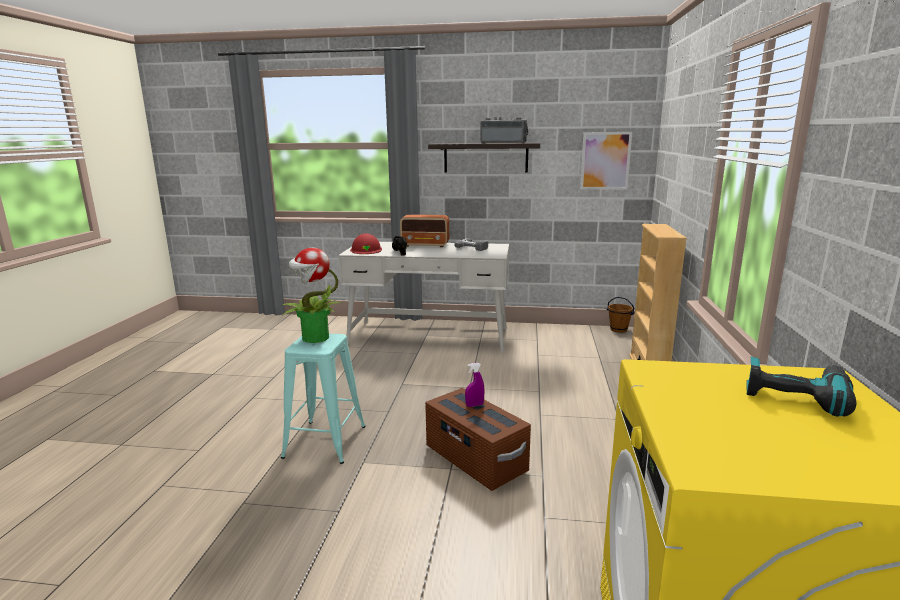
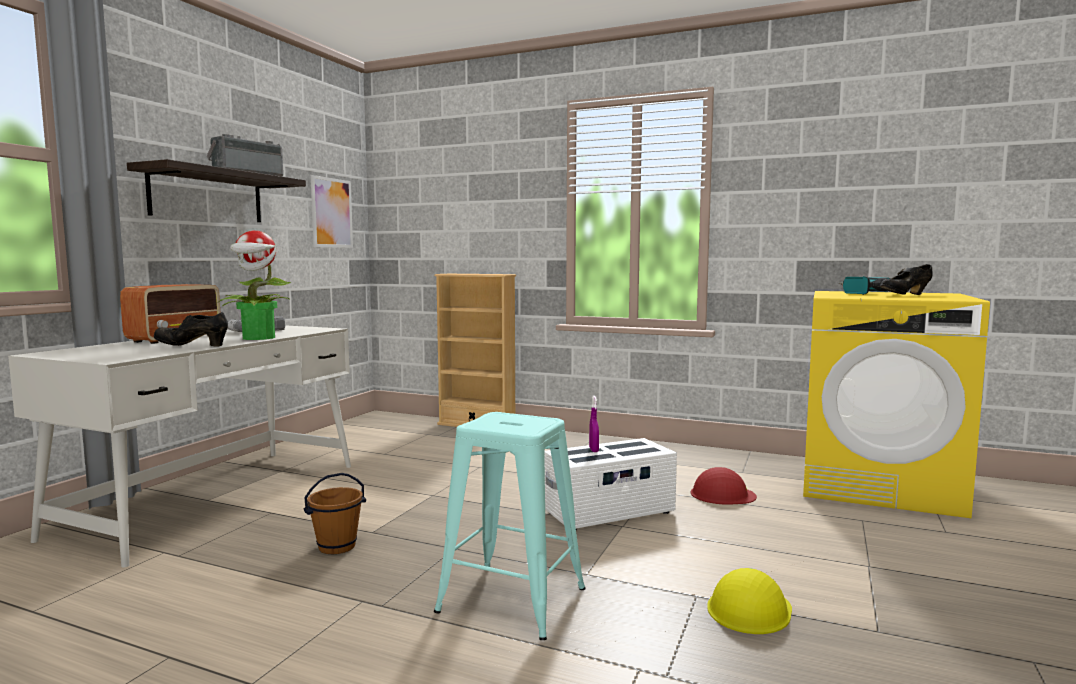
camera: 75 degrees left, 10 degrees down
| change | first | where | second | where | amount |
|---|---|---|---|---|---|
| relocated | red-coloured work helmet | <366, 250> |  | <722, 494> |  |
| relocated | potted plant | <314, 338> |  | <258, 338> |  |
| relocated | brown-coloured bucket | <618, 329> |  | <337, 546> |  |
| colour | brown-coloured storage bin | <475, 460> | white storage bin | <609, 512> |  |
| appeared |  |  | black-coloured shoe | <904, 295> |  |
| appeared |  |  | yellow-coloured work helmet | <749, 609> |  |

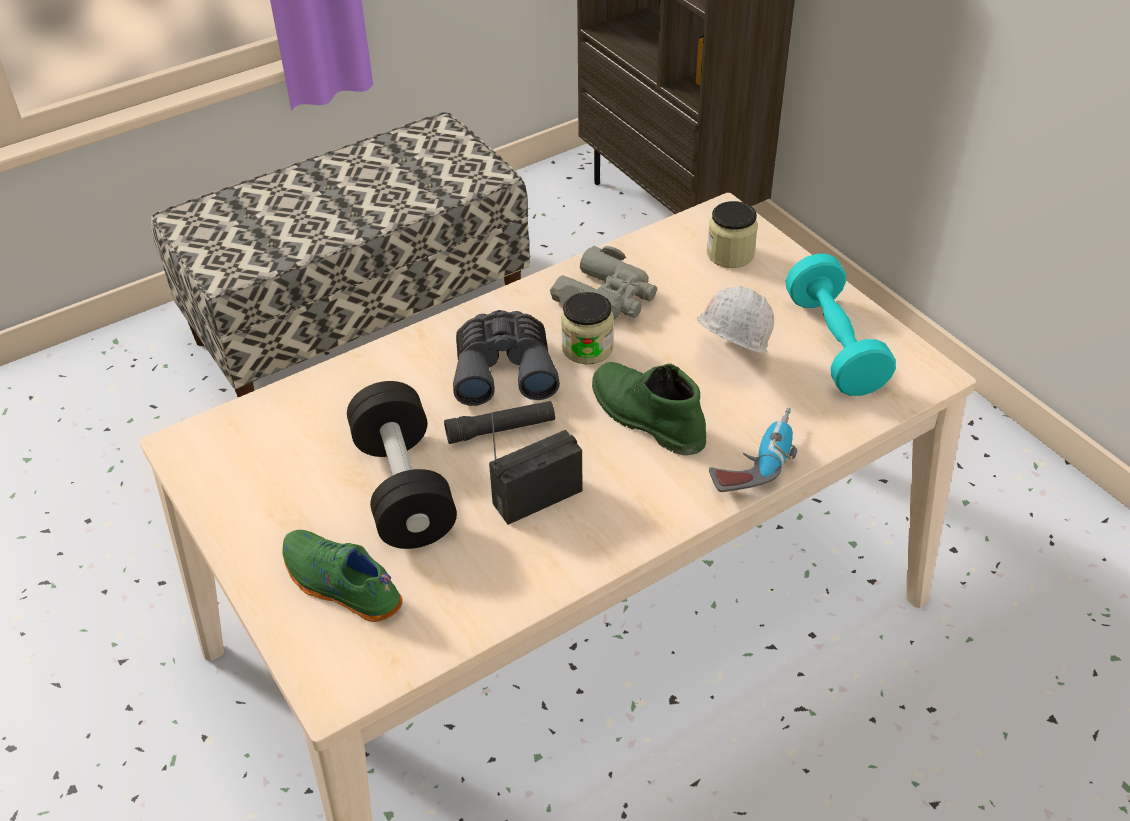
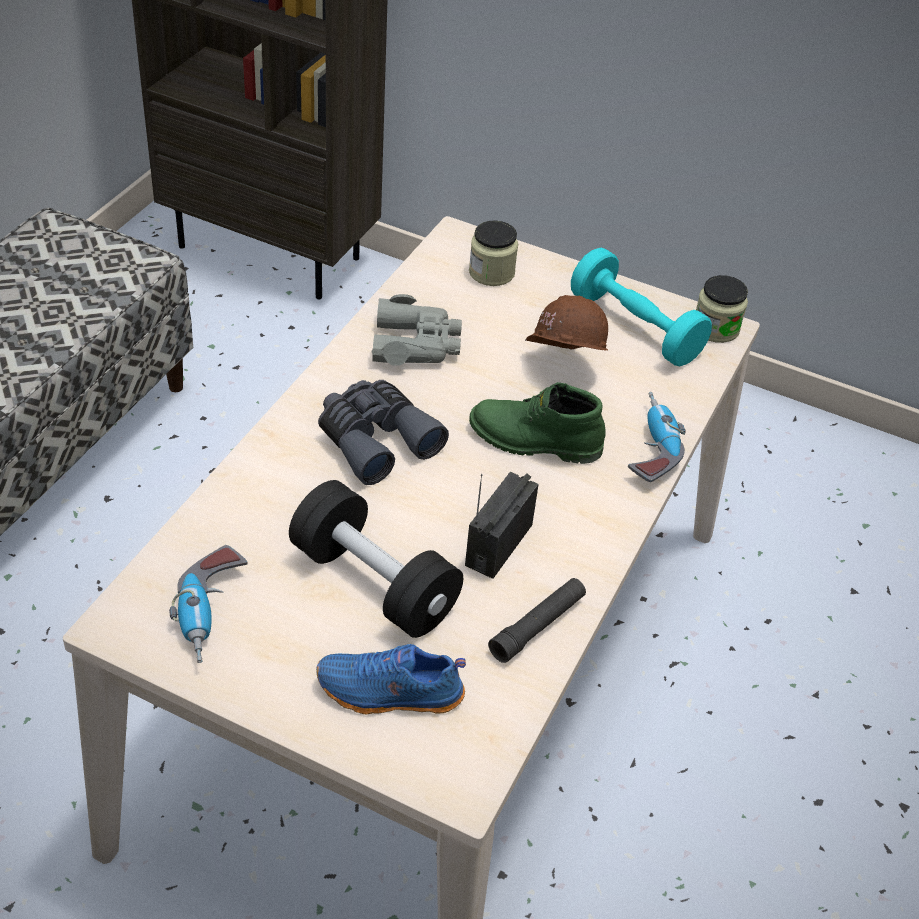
camera: 35 degrees left, 0 degrees up
| change | first | where | second | where | amount |
|---|---|---|---|---|---|
| colour | white work helmet | <728, 360> | brown-coloured work helmet | <562, 367> |  |
| relocated | jar | <587, 348> |  | <715, 328> |  |
| relocated | black-coloured hand torch | <501, 429> |  | <537, 626> |  |
| colour | greenish shoe | <340, 586> | bluish shoe | <389, 694> |  |
| appeared |  |  | power drill | <212, 613> |  |

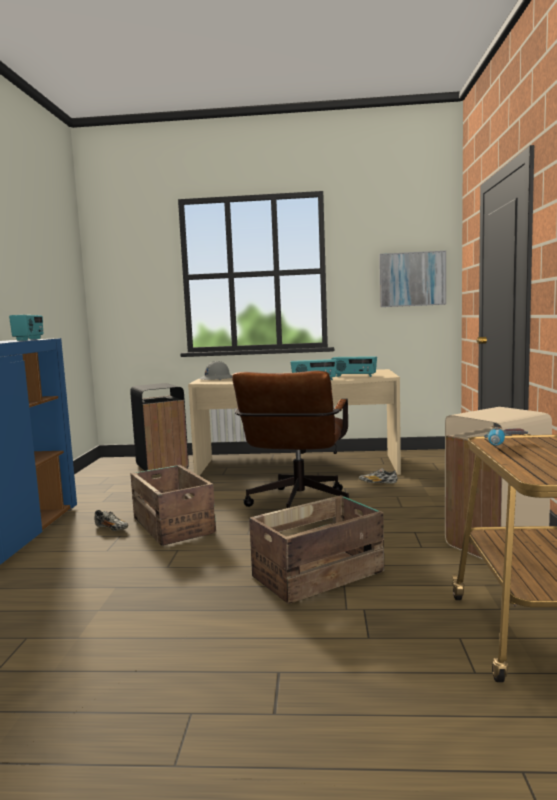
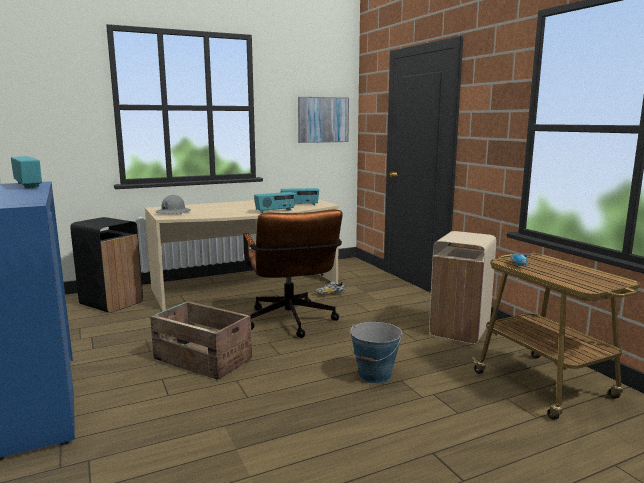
camera: 30 degrees left, 5 degrees up
| change | first | where | second | where | amount |
|---|---|---|---|---|---|
| exchanged | packing crate | <320, 574> | bucket | <375, 375> |  |
| missing | shoe | <112, 529> |  |  |  |

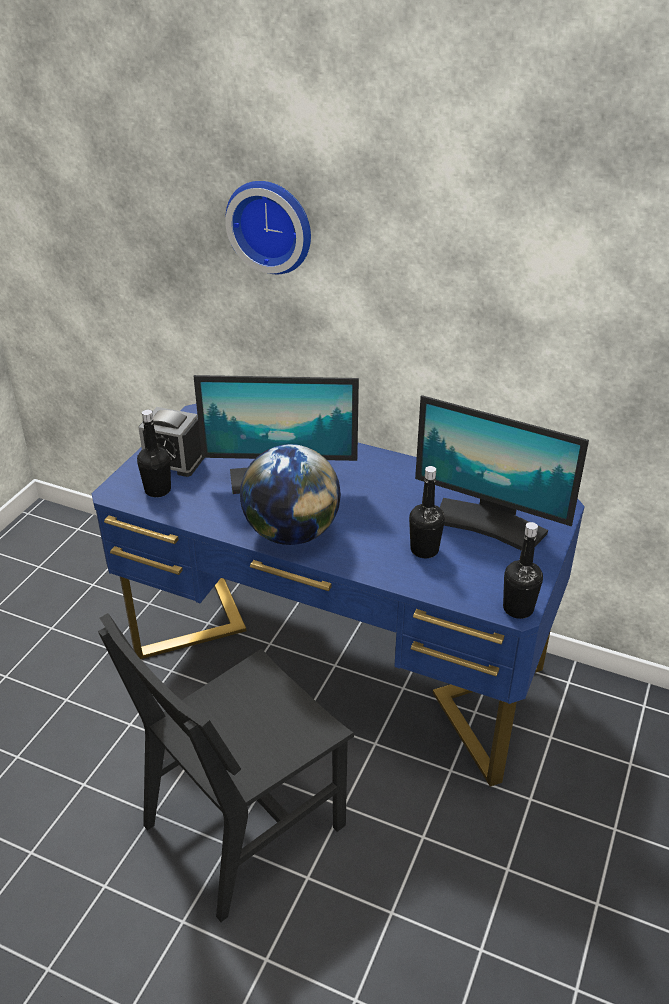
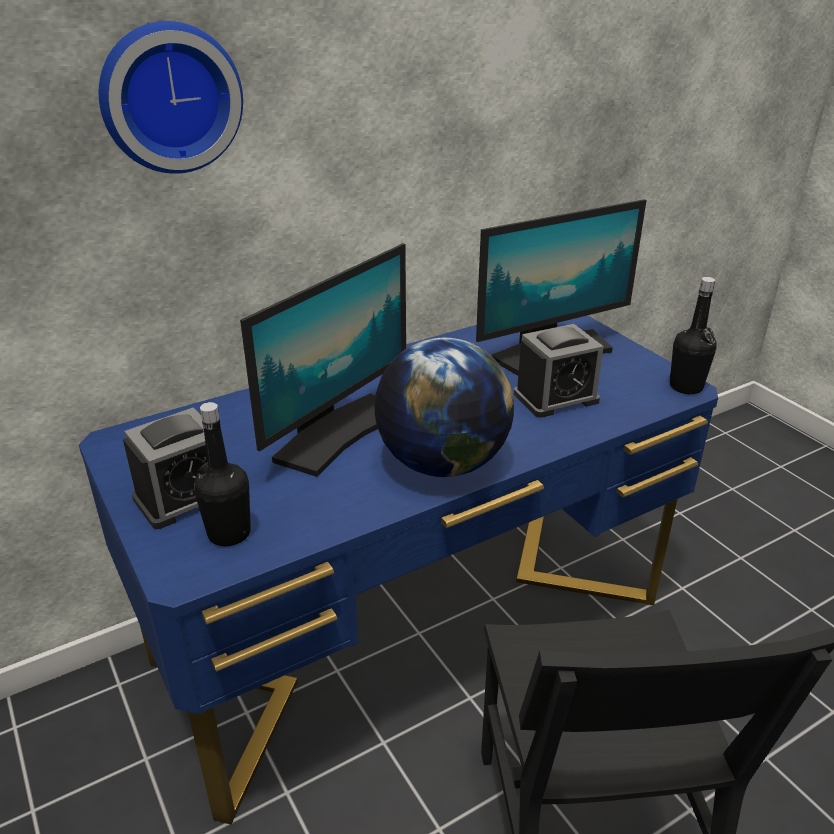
camera: 55 degrees left, 5 degrees down
| change | first | where | second | where | amount |
|---|---|---|---|---|---|
| exchanged | black-coloured drink bottle | <424, 550> | table clock | <556, 397> |  |

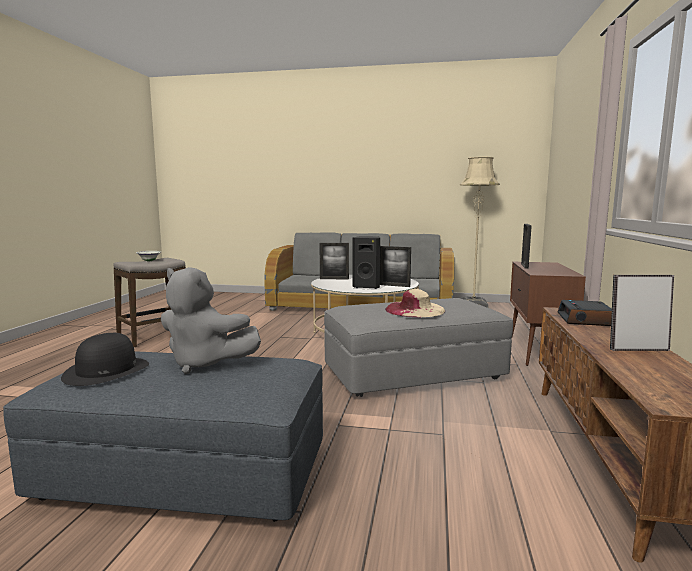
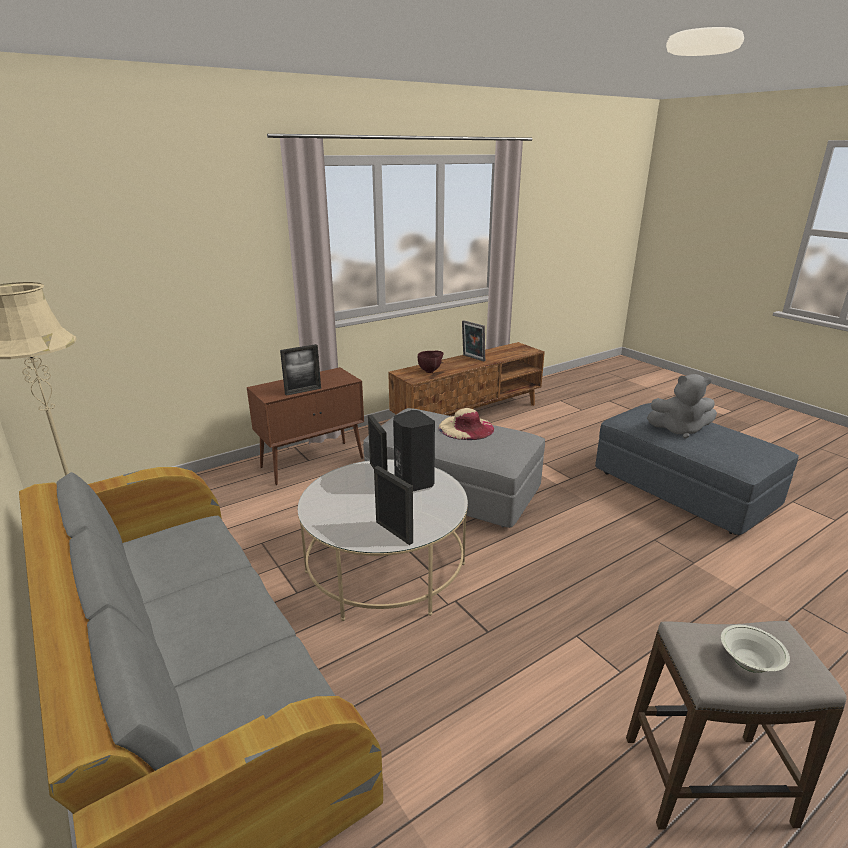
camera: 135 degrees left, 15 degrees up
| change | first | where | second | where | amount |
|---|---|---|---|---|---|
| spun | greyish soft toy | <205, 363> |  | <679, 430> | 120 degrees clockwise |
| exchanged | table clock | <586, 320> | brown-coloured deep dish | <430, 371> |  |
| missing | black-coloured clothing hat | <106, 371> |  |  |  |

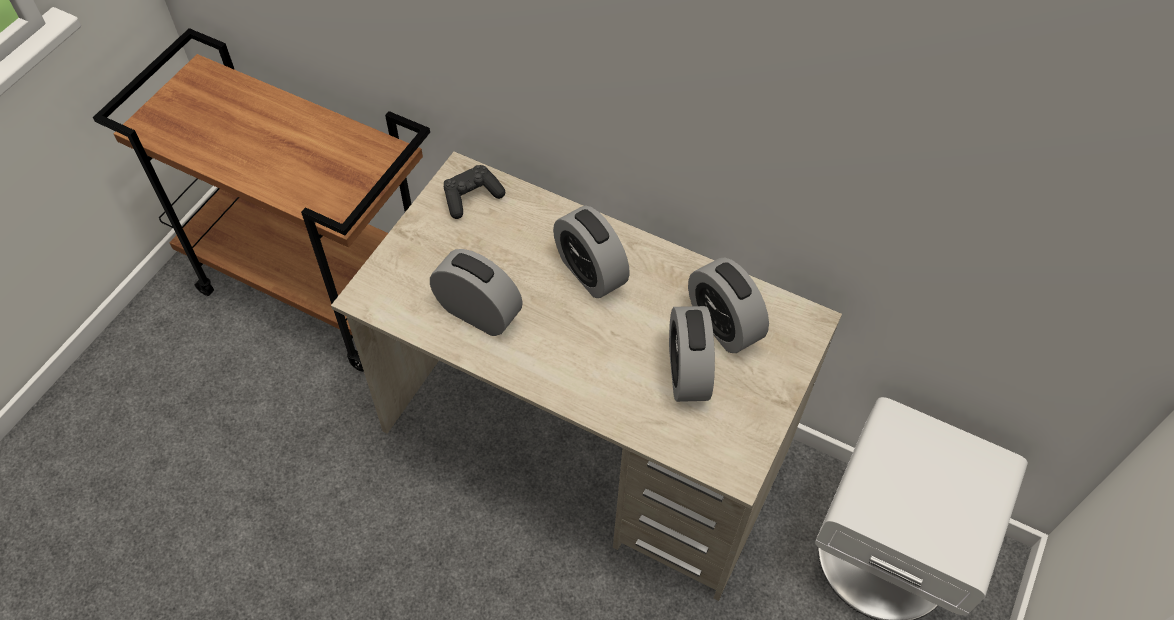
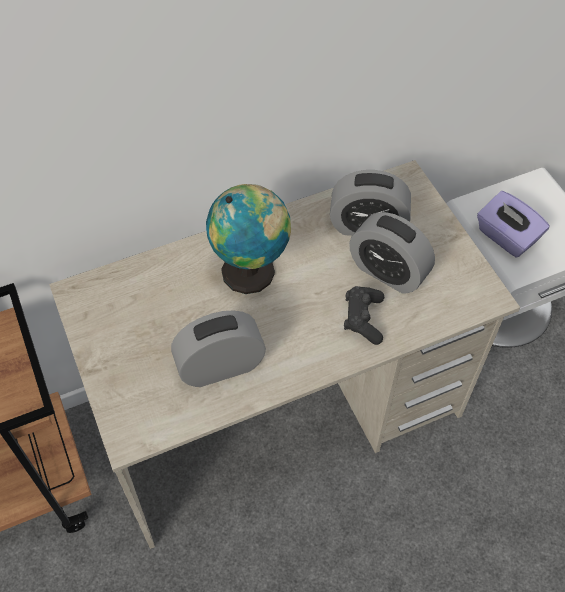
camera: 50 degrees left, 0 degrees up
| change | first | where | second | where | amount |
|---|---|---|---|---|---|
| relocated | black-coloured game controller | <471, 197> |  | <363, 319> |  |
| exchanged | table clock | <590, 272> | desk globe | <252, 271> |  |
| appeared |  |  | purple tissue holder | <506, 237> |  |

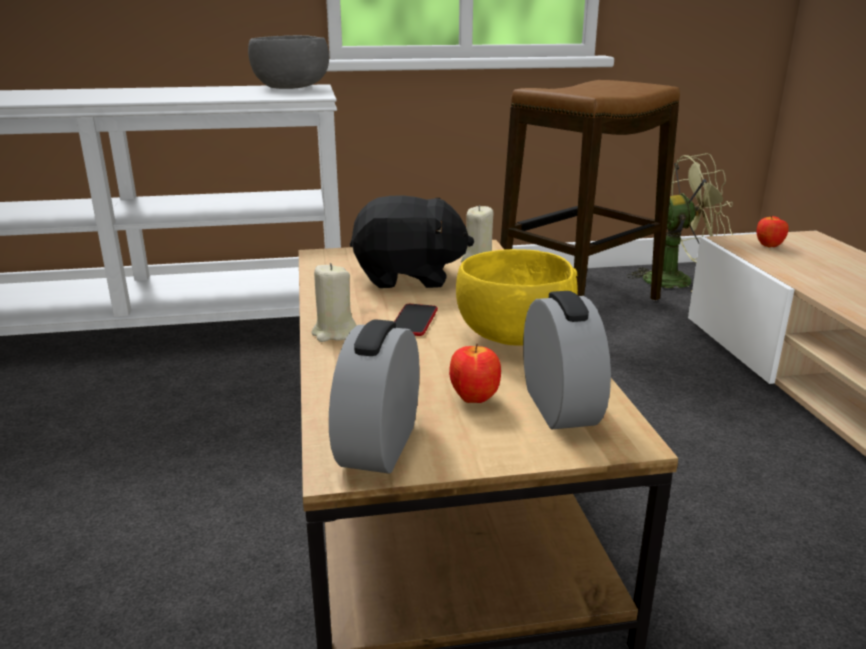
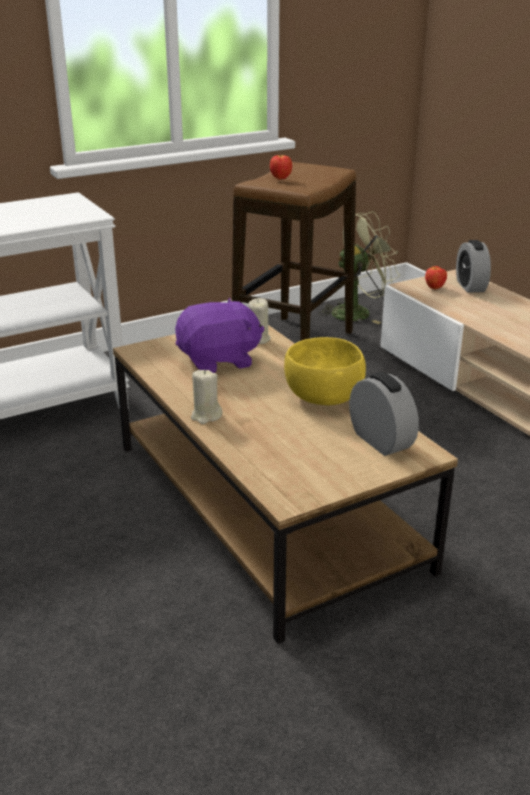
camera: 20 degrees left, 5 degrees up
| change | first | where | second | where | amount |
|---|---|---|---|---|---|
| missing | greyish deep dish | <292, 88> |  |  |  |
| colour | black-coloured soft toy | <409, 277> | purple soft toy | <219, 361> |  |
| missing | telephone | <414, 321> |  |  |  |
| relocated | table clock | <379, 445> |  | <470, 286> |  |
| relocated | apple | <473, 399> |  | <280, 178> |  |

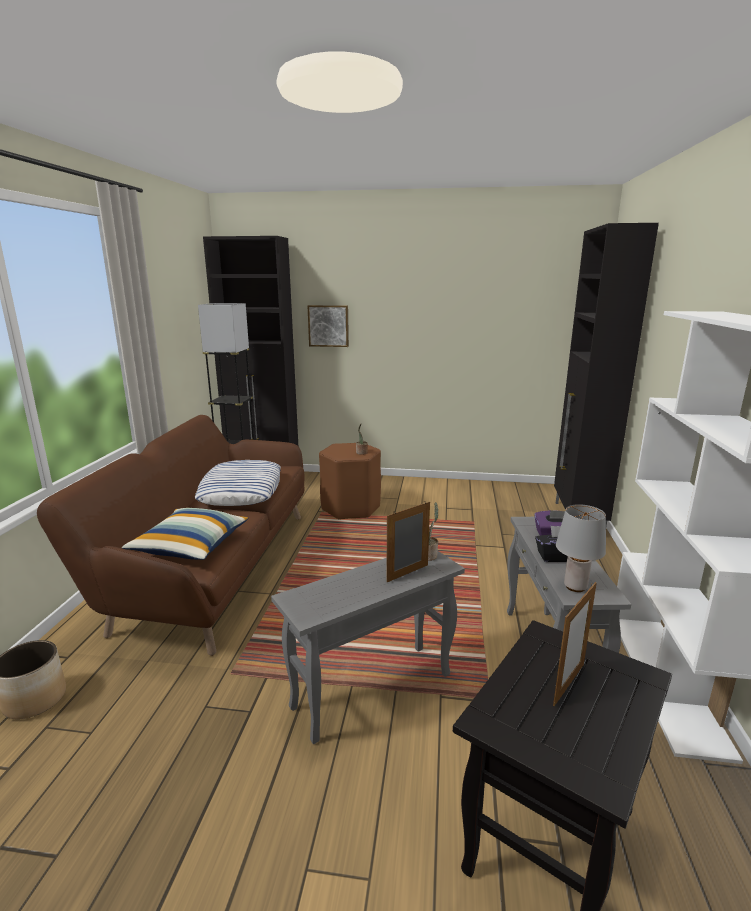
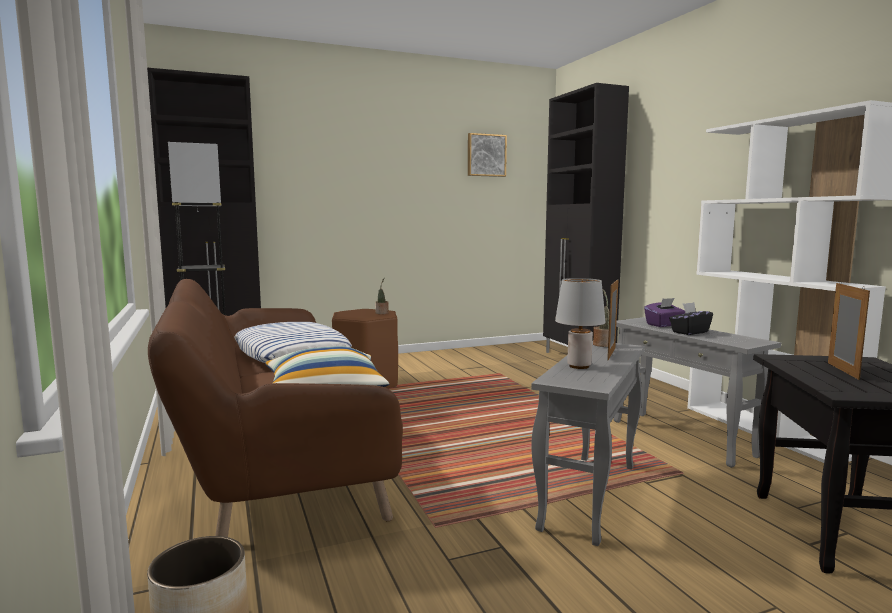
camera: 30 degrees left, 10 degrees down
| change | first | where | second | where | amount |
|---|---|---|---|---|---|
| relocated | wall picture | <328, 326> |  | <486, 155> |  |
| relocated | greyish lamp for a table | <574, 587> |  | <578, 366> |  |

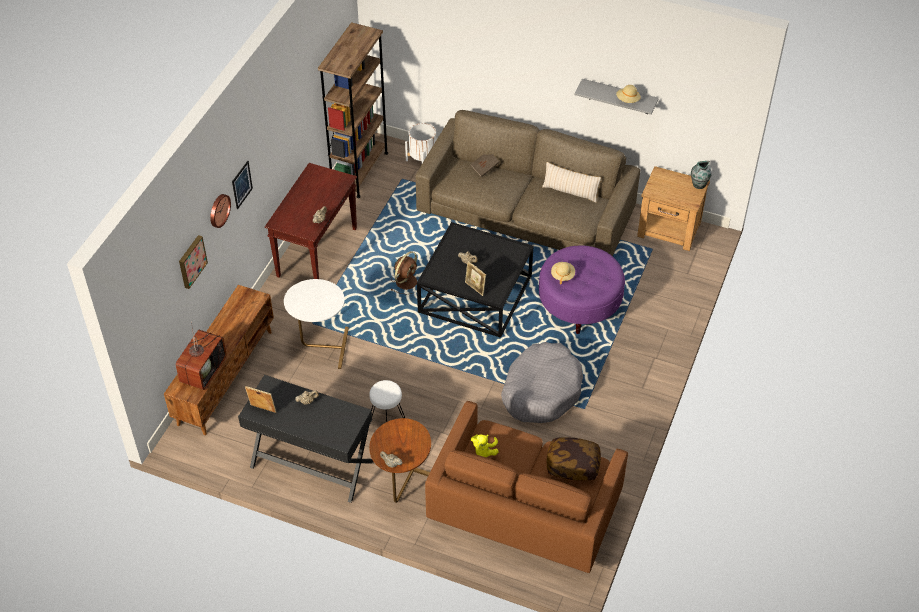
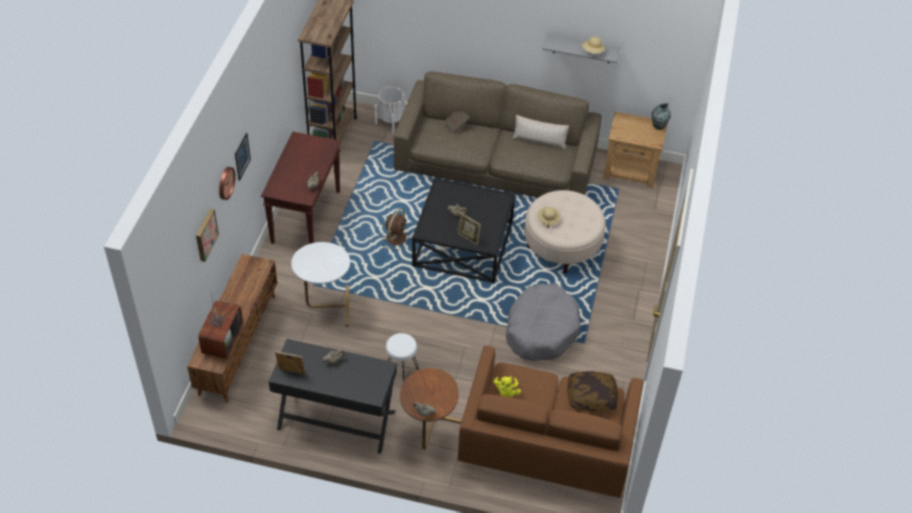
camera: 10 degrees left, 0 degrees up
| change | first | where | second | where | amount |
|---|---|---|---|---|---|
| colour | purple pouffe | <579, 306> | sand-coloured pouffe | <562, 247> |  |

